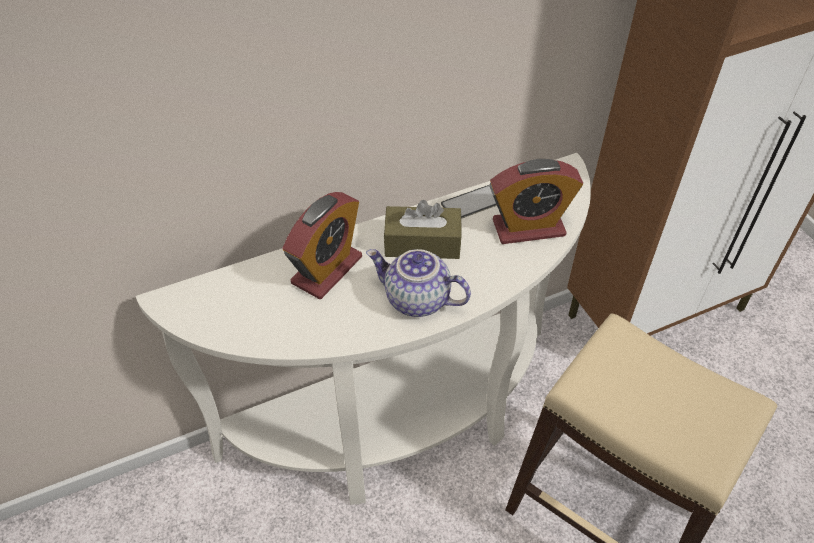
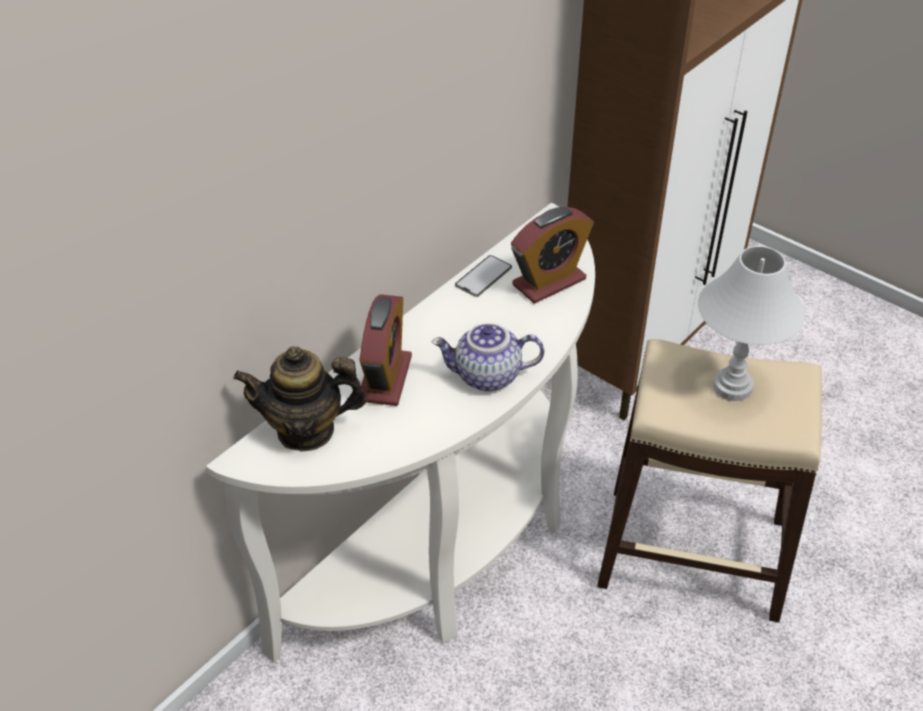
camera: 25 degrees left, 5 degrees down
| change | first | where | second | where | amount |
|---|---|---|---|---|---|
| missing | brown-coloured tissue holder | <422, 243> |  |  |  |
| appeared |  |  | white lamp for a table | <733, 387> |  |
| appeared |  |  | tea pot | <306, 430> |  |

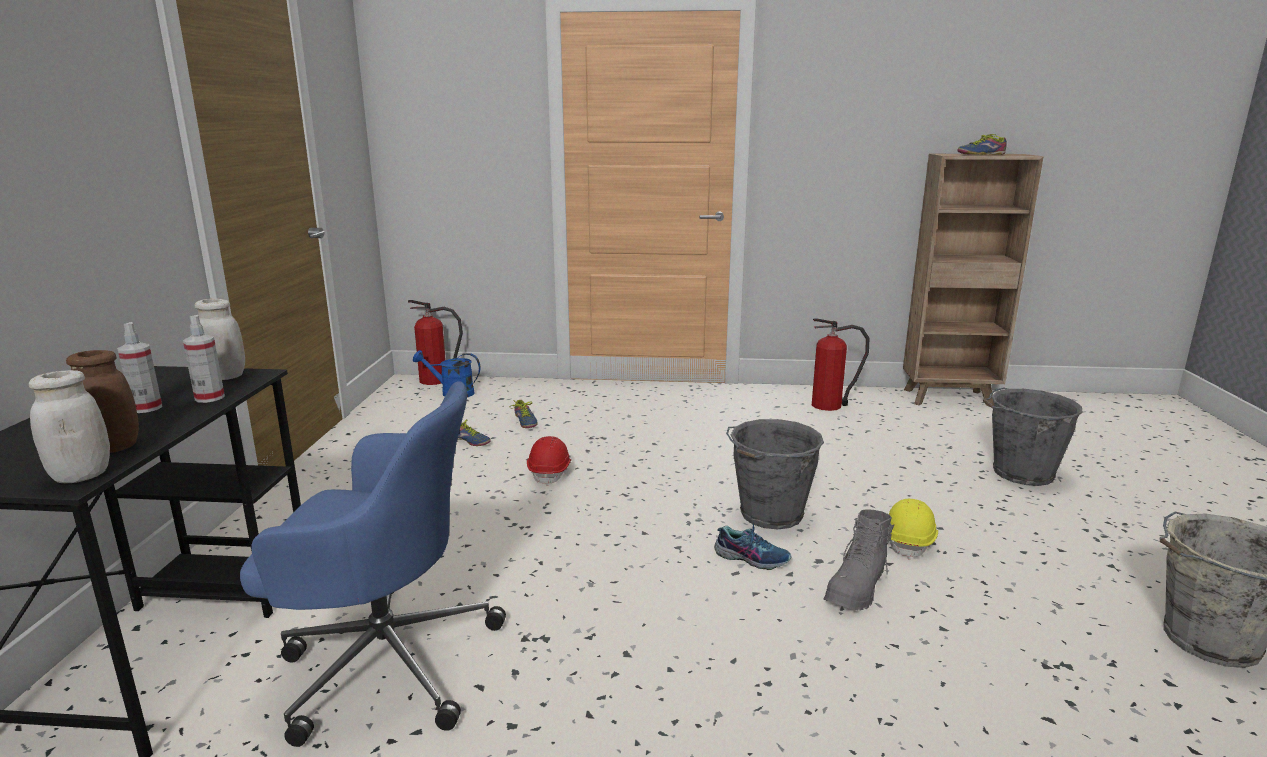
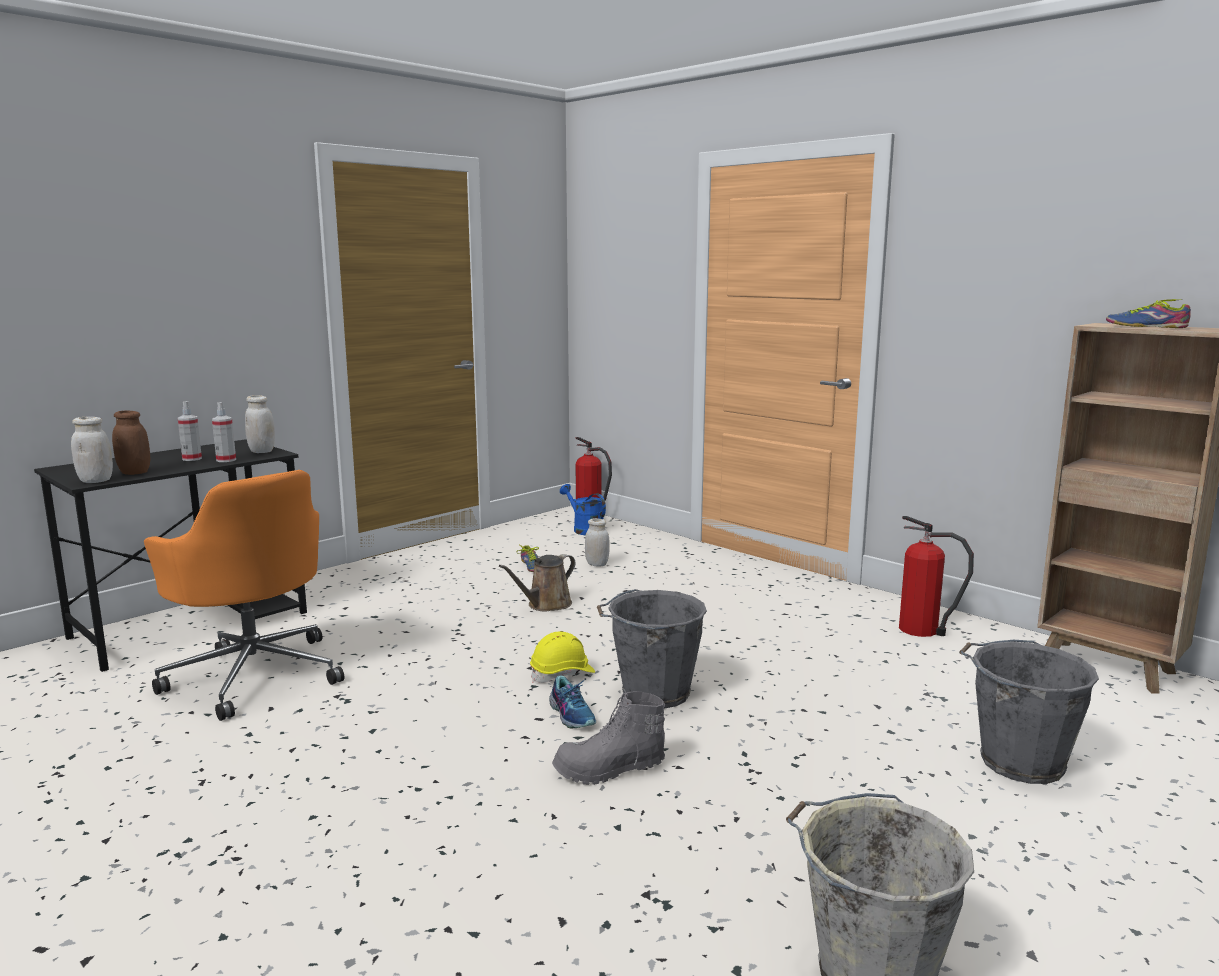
camera: 40 degrees right, 5 degrees down
| change | first | where | second | where | amount |
|---|---|---|---|---|---|
| colour | bluish desk chair | <384, 661> | orange-coloured desk chair | <254, 674> |  |
| exchanged | shoe | <523, 422> | white jar | <597, 564> |  |
| exchanged | red-coloured work helmet | <550, 472> | brown-coloured sprinkling can | <546, 605> |  |
| relocated | yellow-coloured work helmet | <909, 541> |  | <562, 674> |  |

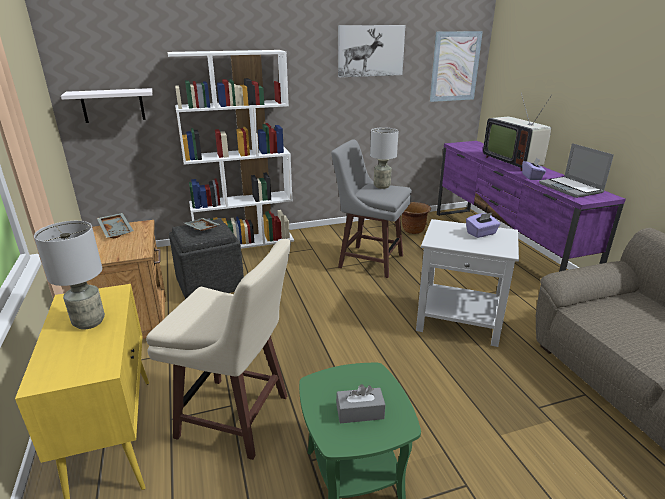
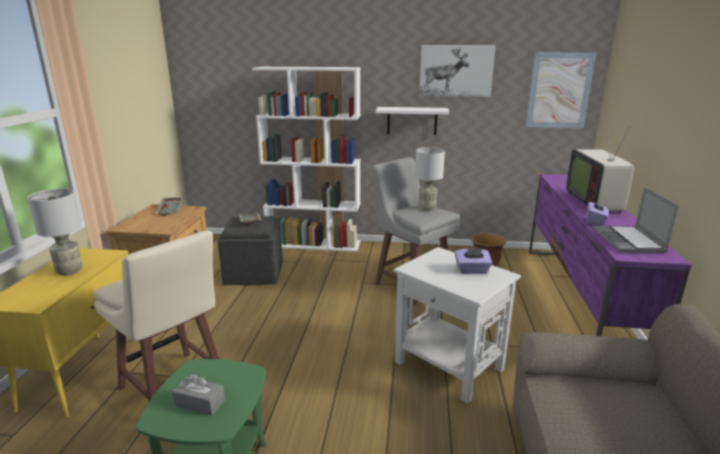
camera: 25 degrees right, 5 degrees down
| change | first | where | second | where | amount |
|---|---|---|---|---|---|
| relocated | white shelf | <113, 105> |  | <412, 120> |  |

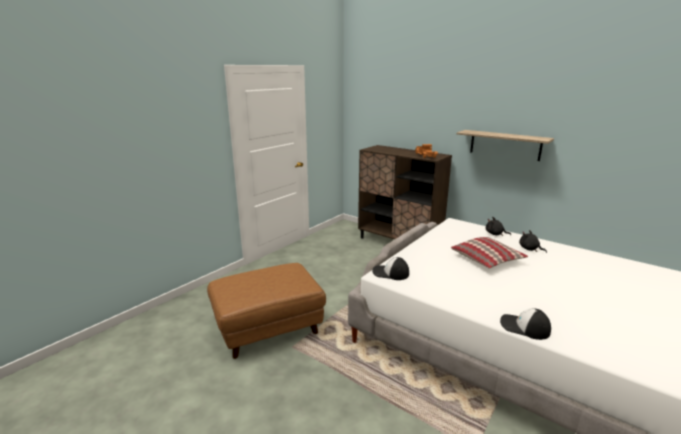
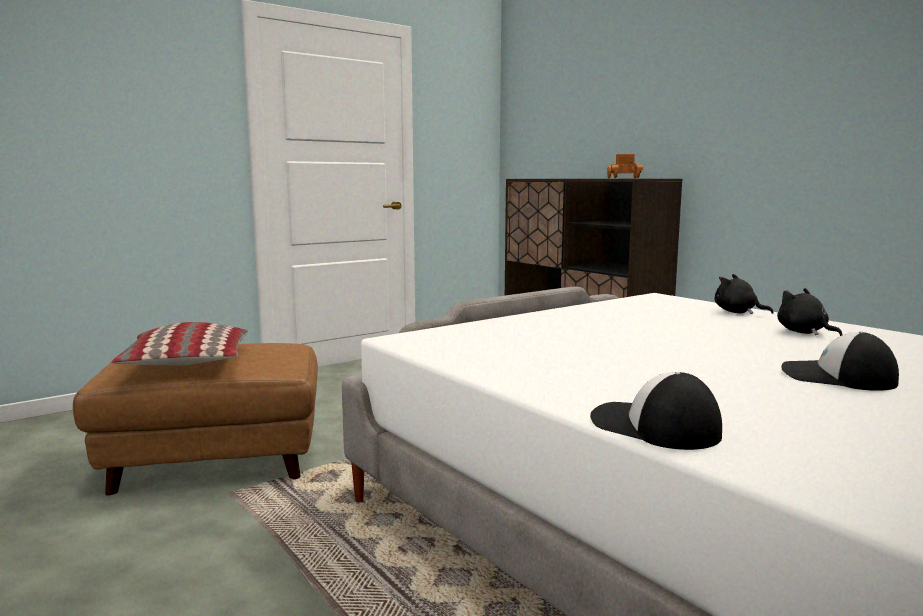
camera: 15 degrees right, 10 degrees down
| change | first | where | second | where | amount |
|---|---|---|---|---|---|
| missing | shelf | <505, 145> |  |  |  |
| relocated | cushion | <487, 259> |  | <187, 363> |  |
| relocated | peaked cap | <390, 273> |  | <836, 377> |  |

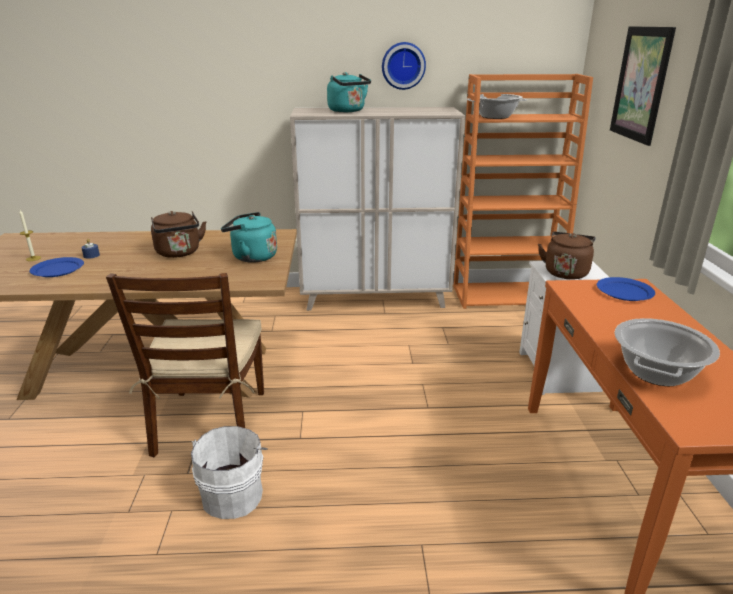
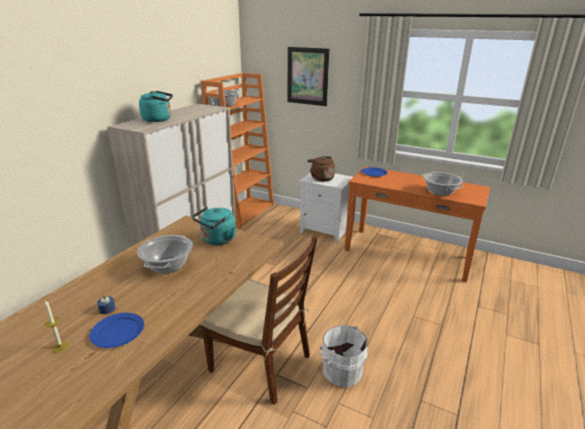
camera: 60 degrees left, 0 degrees up
| change | first | where | second | where | amount |
|---|---|---|---|---|---|
| missing | clock on the wall | <403, 65> |  |  |  |
| exchanged | brown-coloured tea kettle | <179, 253> | stockpot | <168, 265> |  |

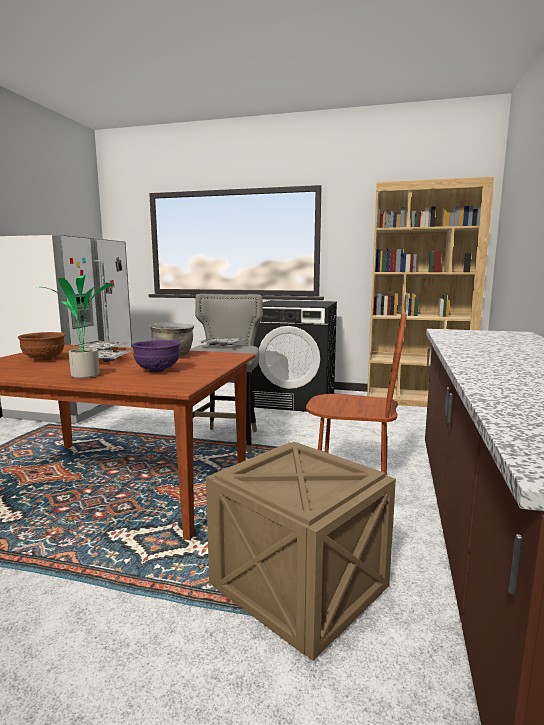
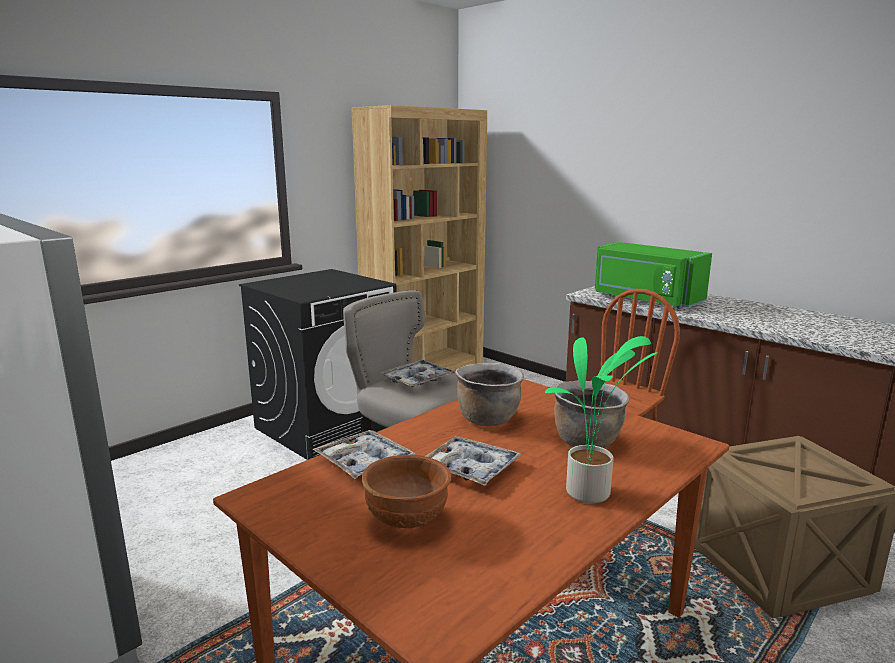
camera: 60 degrees left, 5 degrees up
| change | first | where | second | where | amount |
|---|---|---|---|---|---|
| exchanged | purple deep dish | <157, 371> | brown-coloured stockpot | <587, 442> |  |
| appeared |  |  | greenish microwave oven | <645, 300> |  |

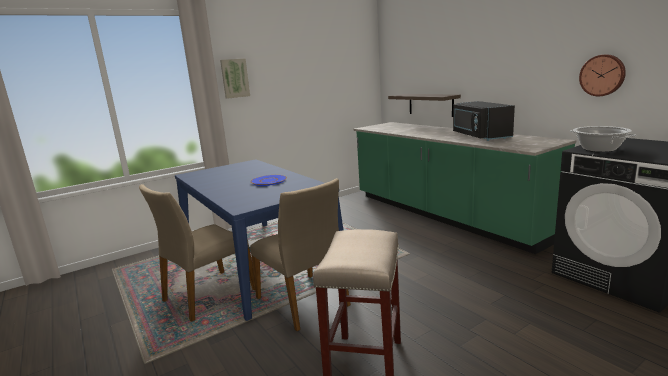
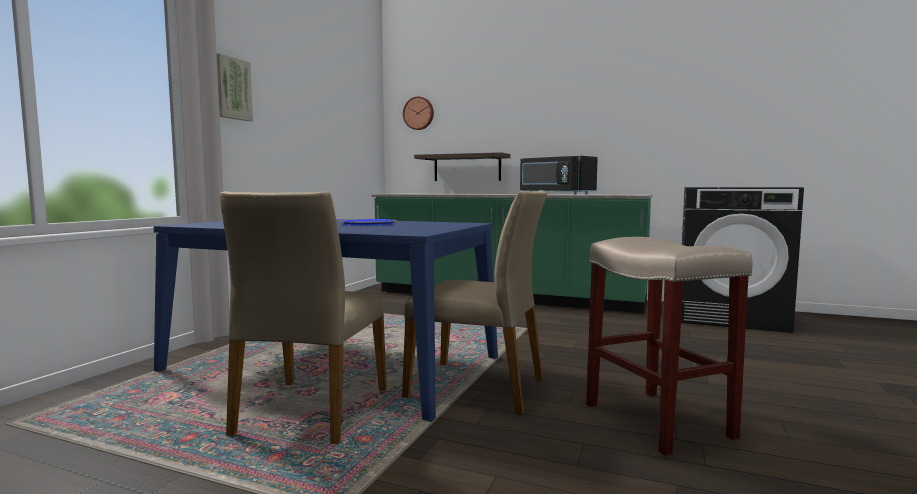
camera: 35 degrees left, 10 degrees down
| change | first | where | second | where | amount |
|---|---|---|---|---|---|
| relocated | clock on the wall | <602, 75> |  | <419, 113> |  |
| missing | stockpot | <598, 149> |  |  |  |

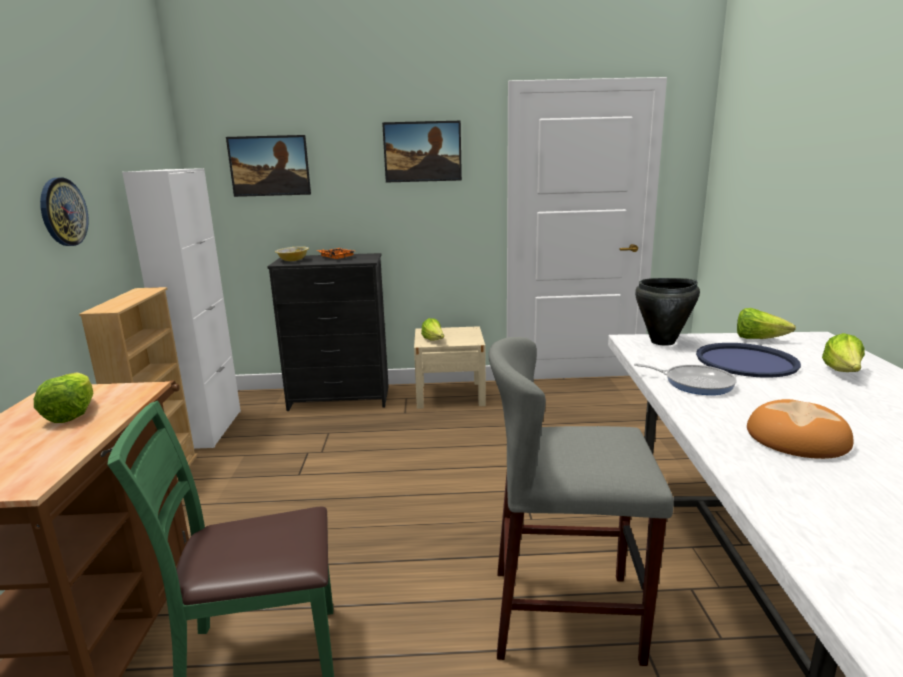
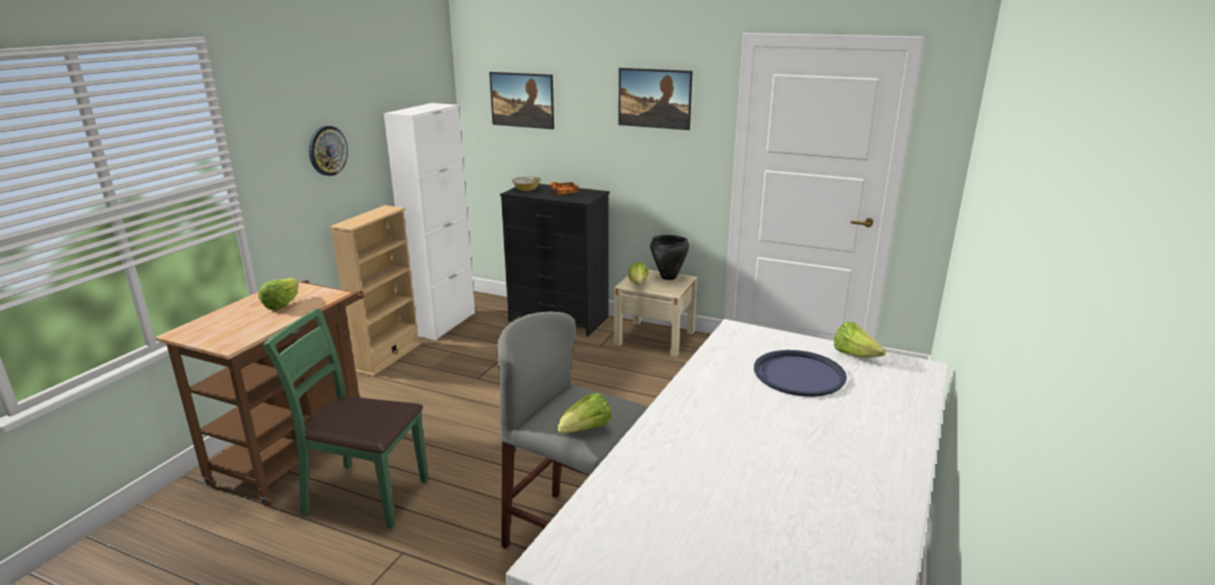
camera: 25 degrees right, 5 degrees up
| change | first | where | second | where | amount |
|---|---|---|---|---|---|
| relocated | black-coloured stockpot | <663, 342> |  | <668, 277> |  |
| relocated | lettuce head | <842, 372> |  | <585, 431> |  |
| missing | frying pan | <694, 383> |  |  |  |
| missing | bakery bread | <797, 437> |  |  |  |

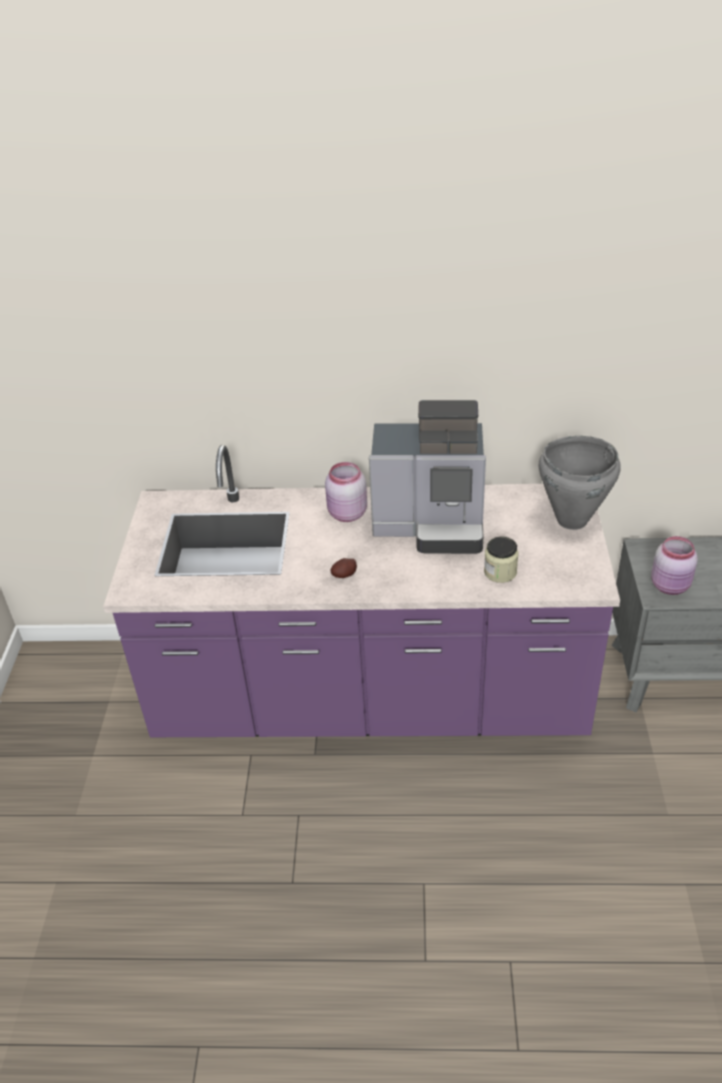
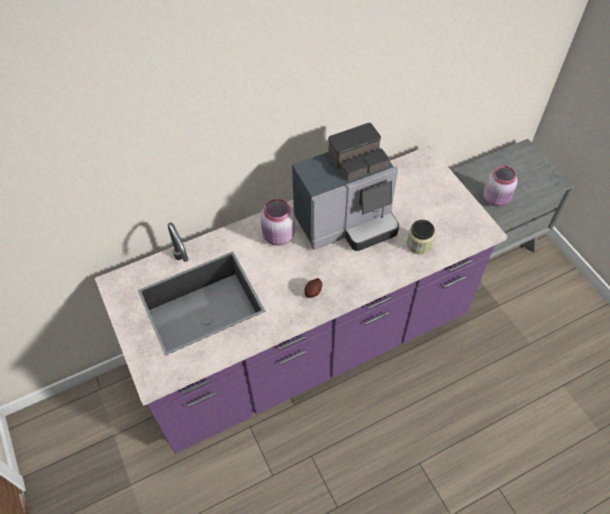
camera: 30 degrees left, 15 degrees up
| change | first | where | second | where | amount |
|---|---|---|---|---|---|
| missing | greyish stockpot | <571, 520> |  |  |  |

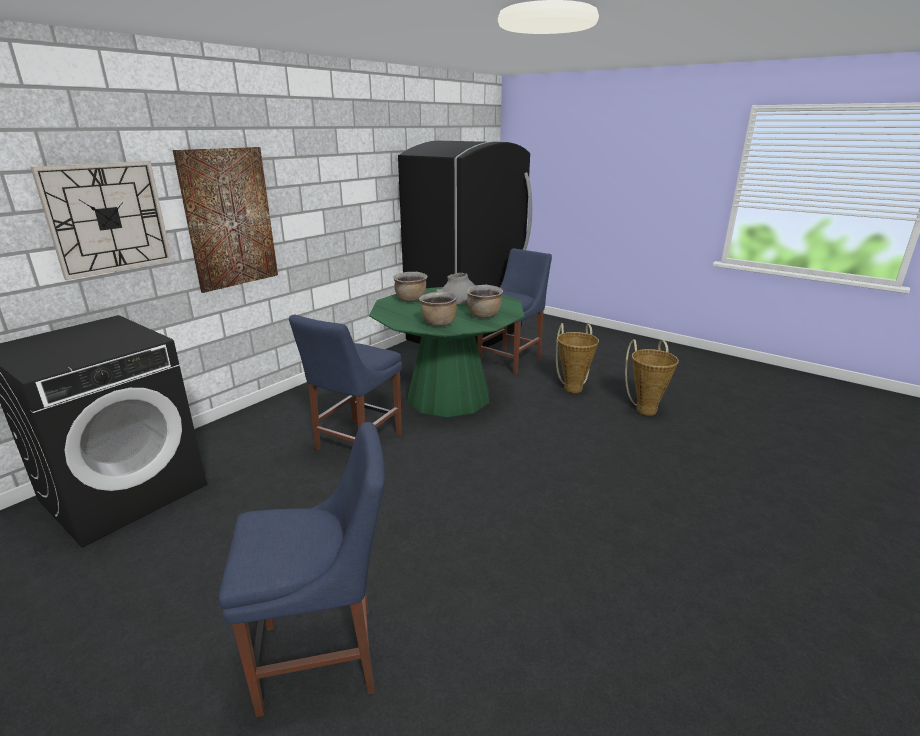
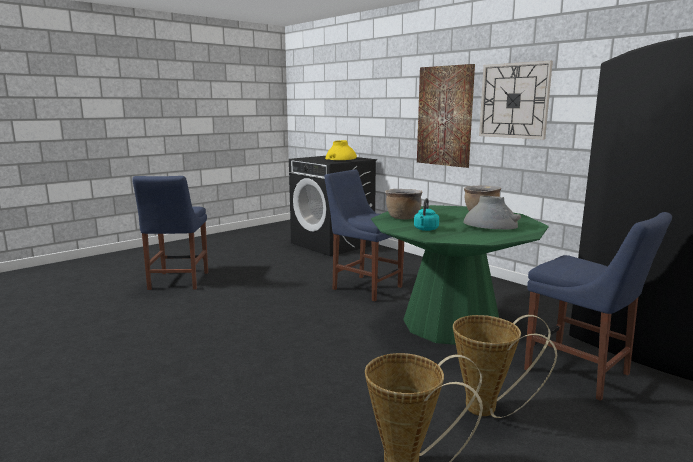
camera: 100 degrees right, 10 degrees down
| change | first | where | second | where | amount |
|---|---|---|---|---|---|
| relocated | clock on the wall | <107, 218> |  | <514, 100> |  |
| exchanged | brown-coloured stockpot | <484, 316> | turquoise-coloured tea kettle | <425, 229> |  |
| appeared |  |  | yellow-coloured vase | <340, 159> |  |

